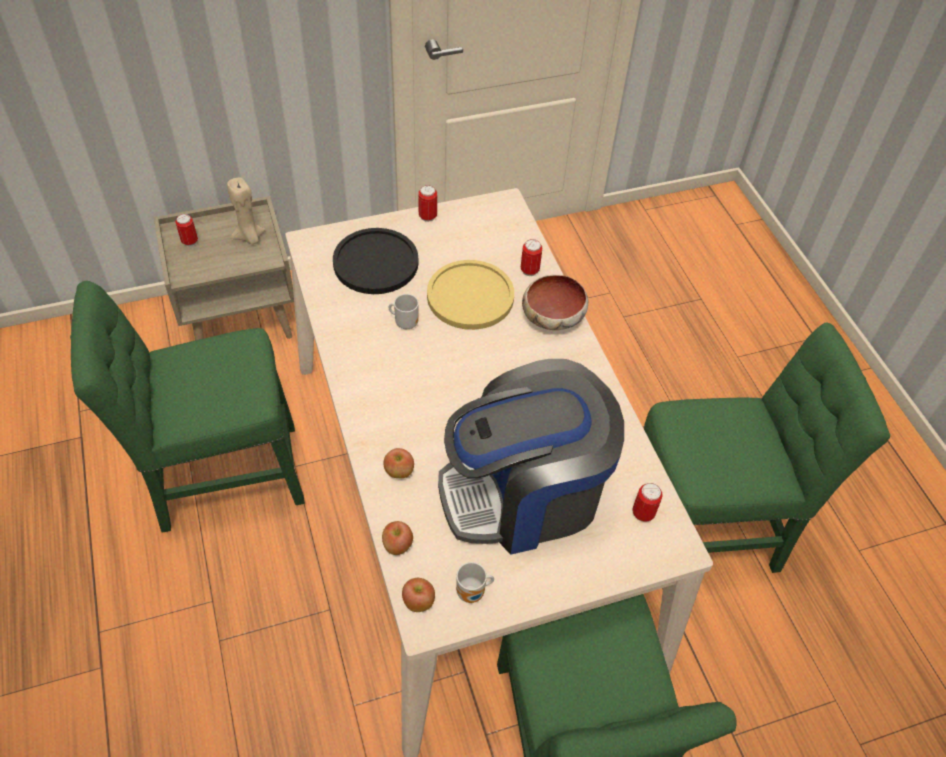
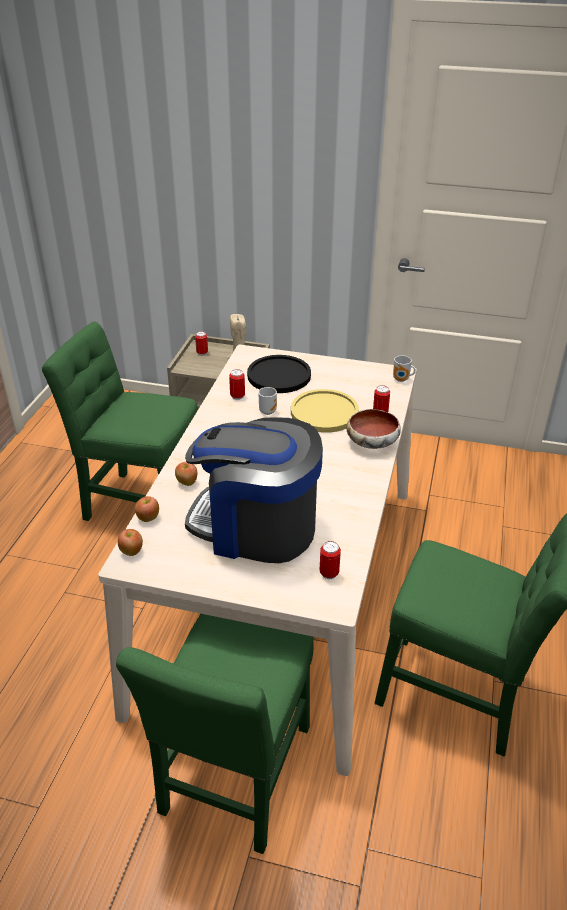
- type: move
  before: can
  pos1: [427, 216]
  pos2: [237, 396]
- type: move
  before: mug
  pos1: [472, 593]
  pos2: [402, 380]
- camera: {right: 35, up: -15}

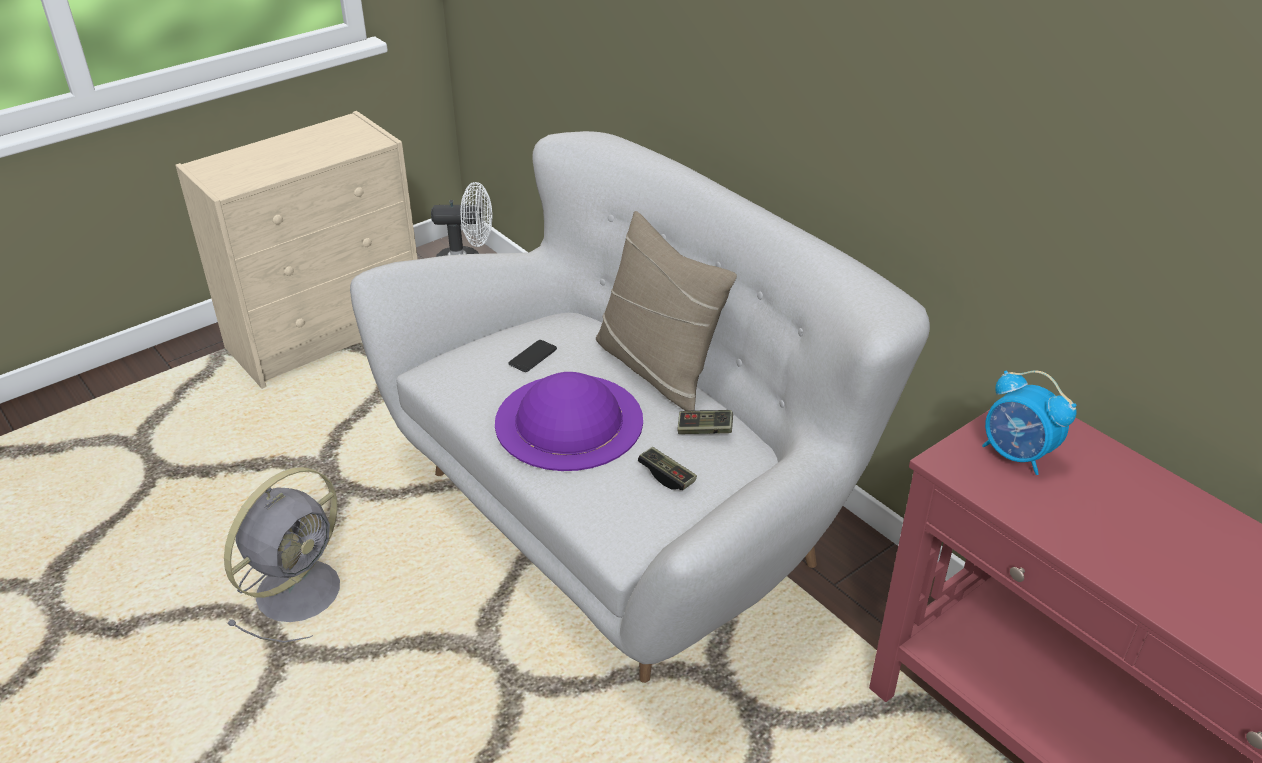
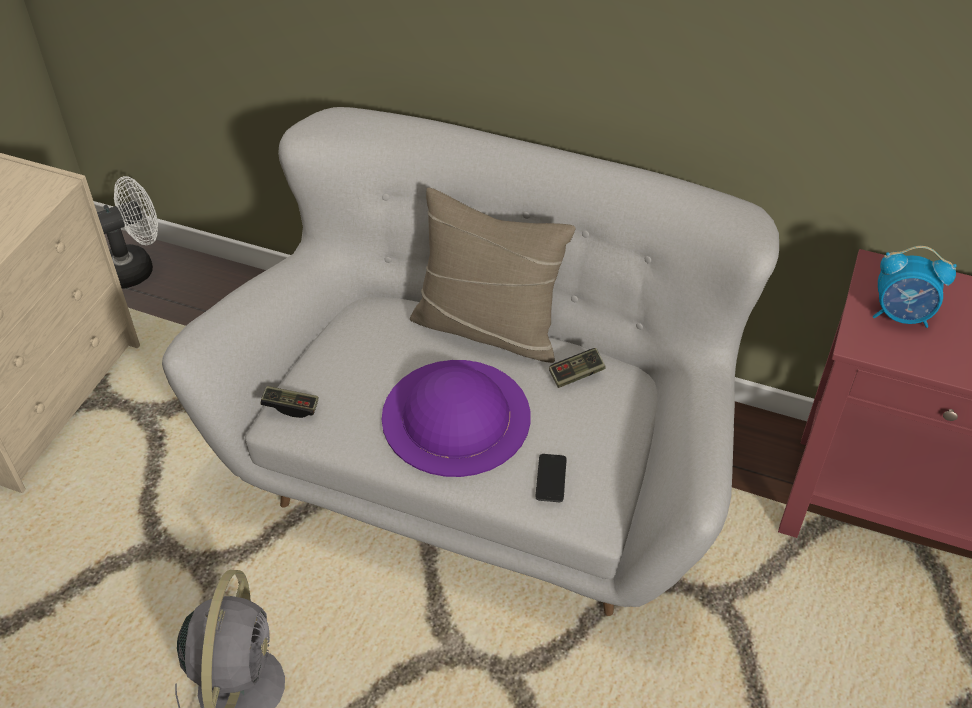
- type: move
  before: phone
  pos1: [533, 357]
  pos2: [551, 478]
- type: move
  before: game controller
  pos1: [667, 476]
  pos2: [291, 407]
- camera: {right: -30, up: 10}

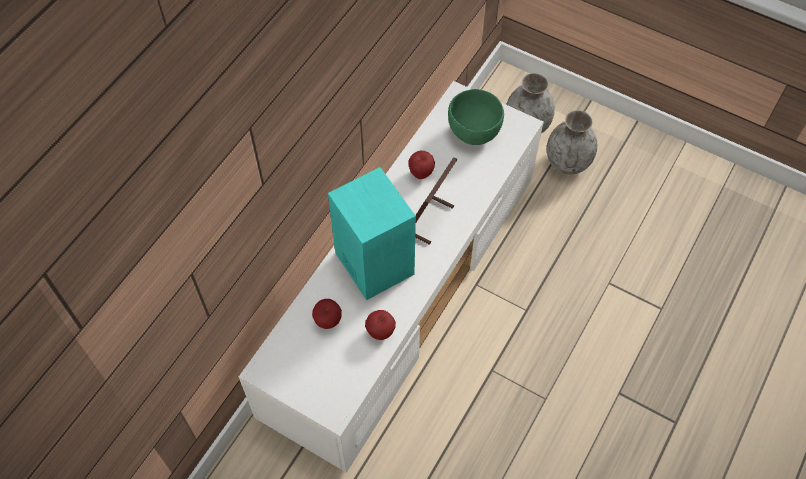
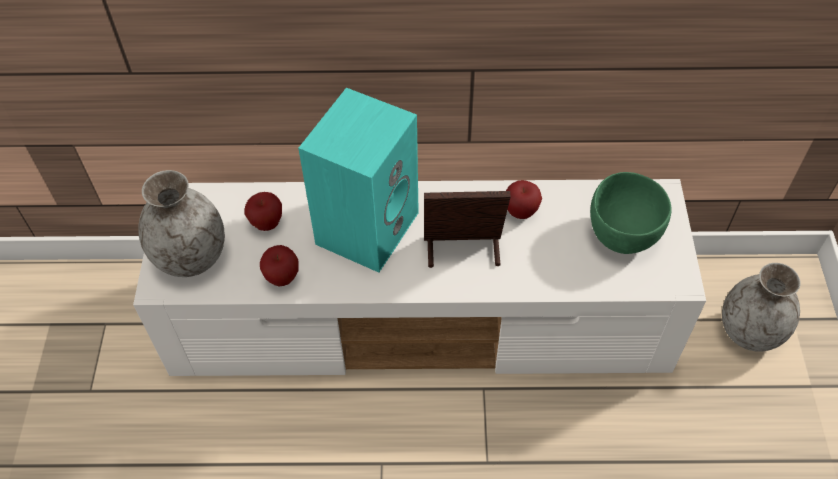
- type: move
  before: grey vase
  pos1: [567, 162]
  pos2: [190, 256]
- camera: {right: 60, up: -5}

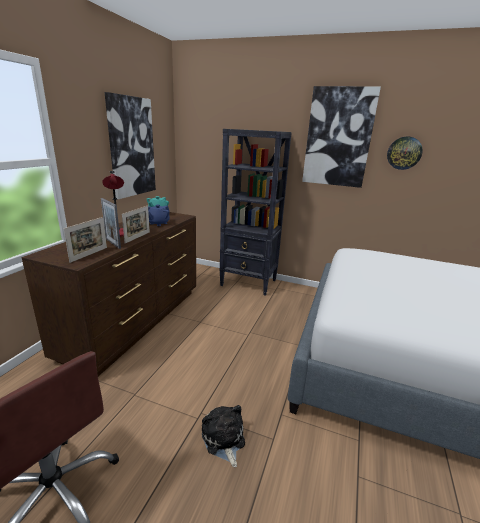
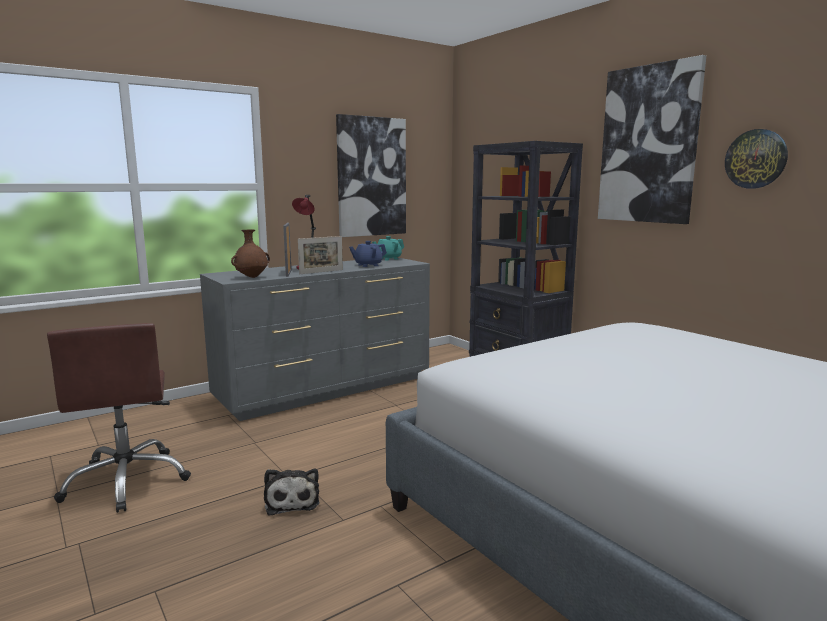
- type: recolor
  before: brown dresser
  after: grey dresser
  pos1: [137, 321]
  pos2: [327, 389]
- type: replace
  before: picture frame
  after: brown vase
  pos1: [89, 254]
  pos2: [252, 277]
- type: rotate
  before: plush toy
  pos1: [223, 439]
  pos2: [292, 501]
  turn: 150
- camera: {right: 35, up: -10}

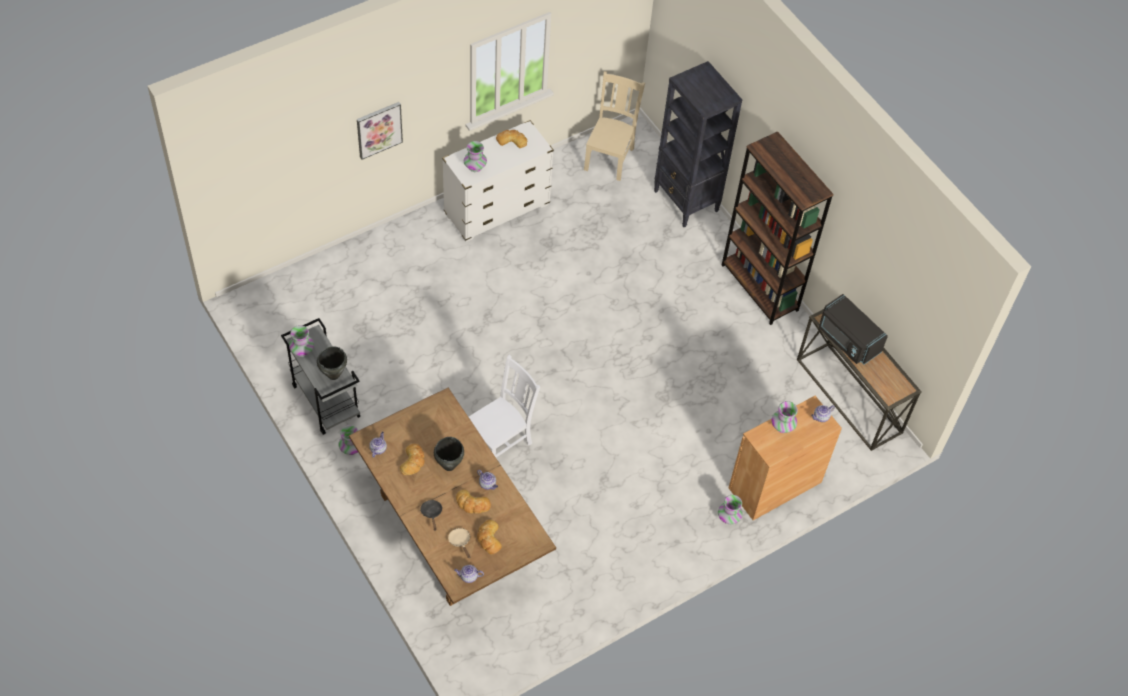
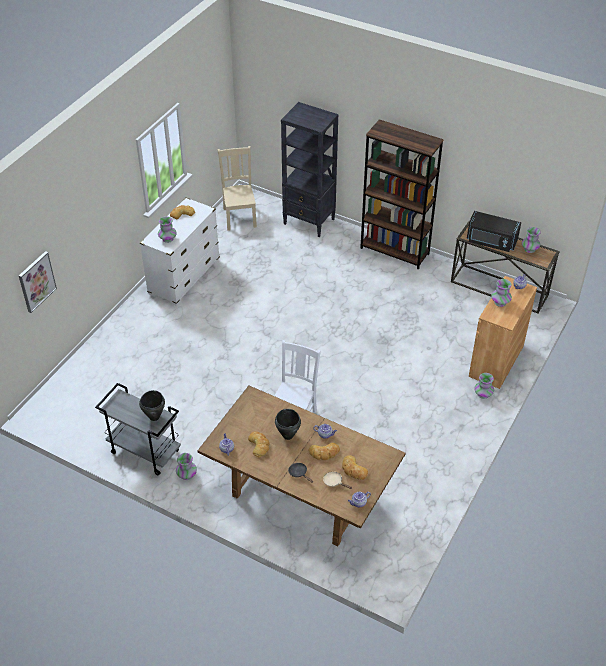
- type: move
  before: picture
  pos1: [379, 129]
  pos2: [36, 281]
- type: move
  before: vase
  pos1: [302, 350]
  pos2: [529, 249]
- camera: {right: -25, up: -10}

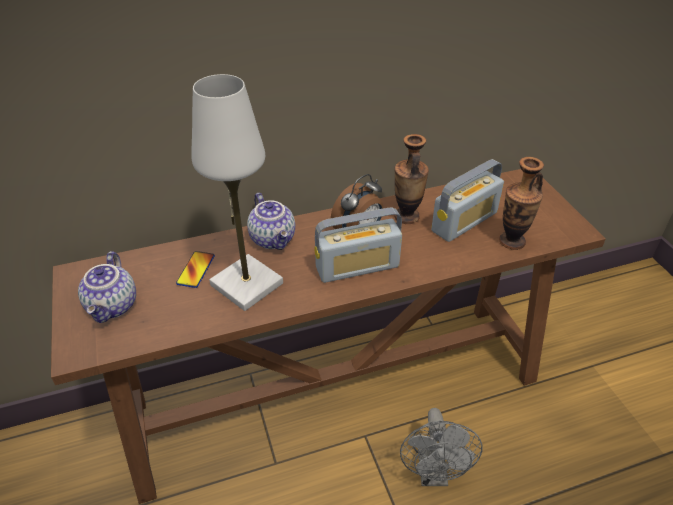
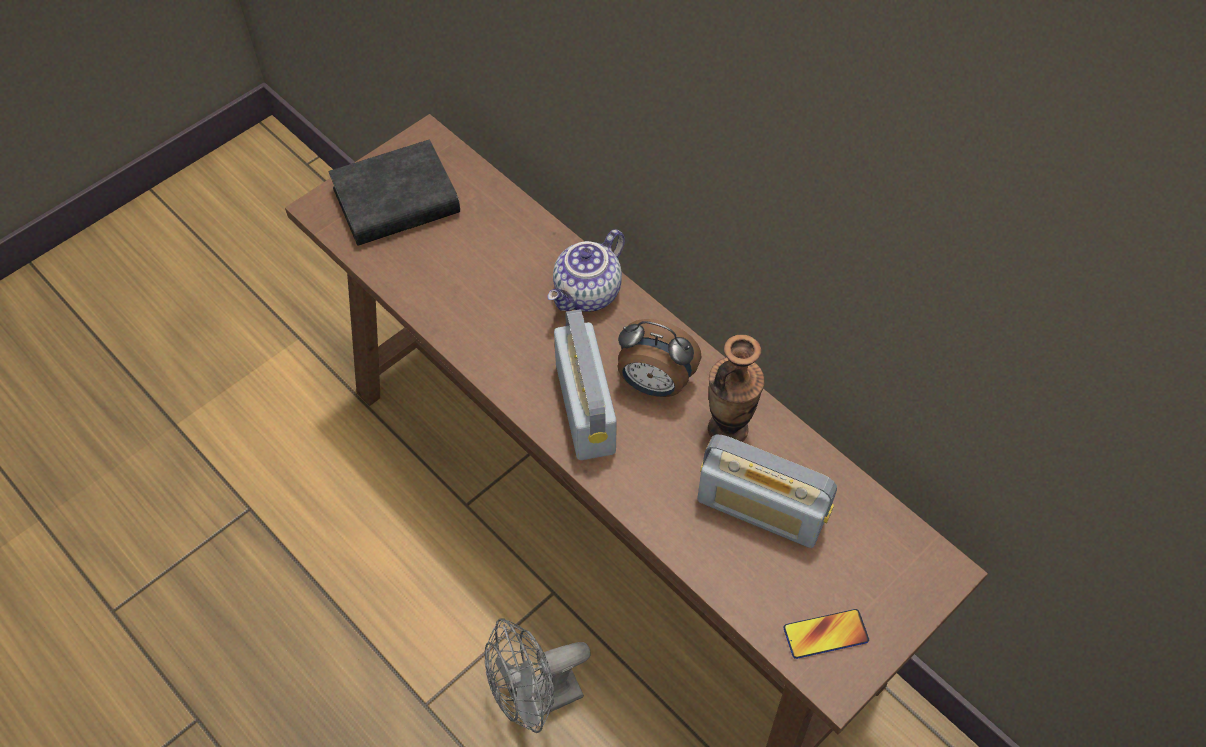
- type: delete
  before: white table lamp
  pos1: [246, 284]
- type: delete
  before: vase
  pos1: [511, 241]
- type: rotate
  before: radio
  pos1: [357, 267]
  pos2: [585, 408]
  turn: -150
- type: replace
  before: teapot
  after: black book
  pos1: [114, 306]
  pos2: [396, 201]
- type: move
  before: phone
  pos1: [196, 270]
  pos2: [825, 634]
- camera: {right: 65, up: 15}

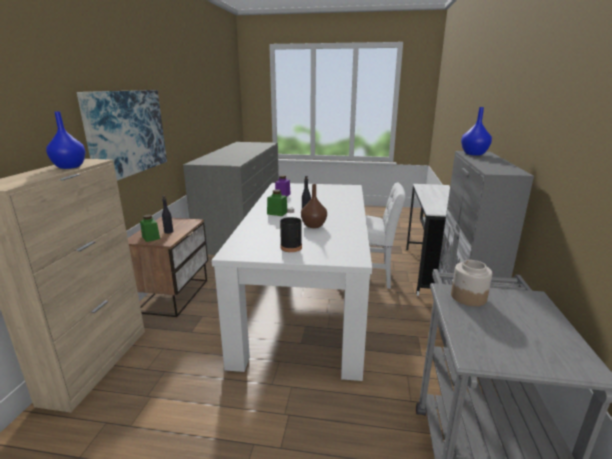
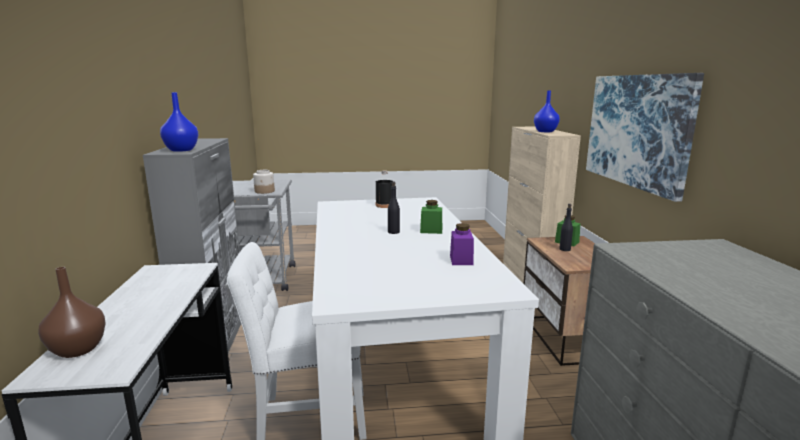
- type: move
  before: brown vase
  pos1: [314, 226]
  pos2: [77, 349]
- camera: {right: 165, up: -5}

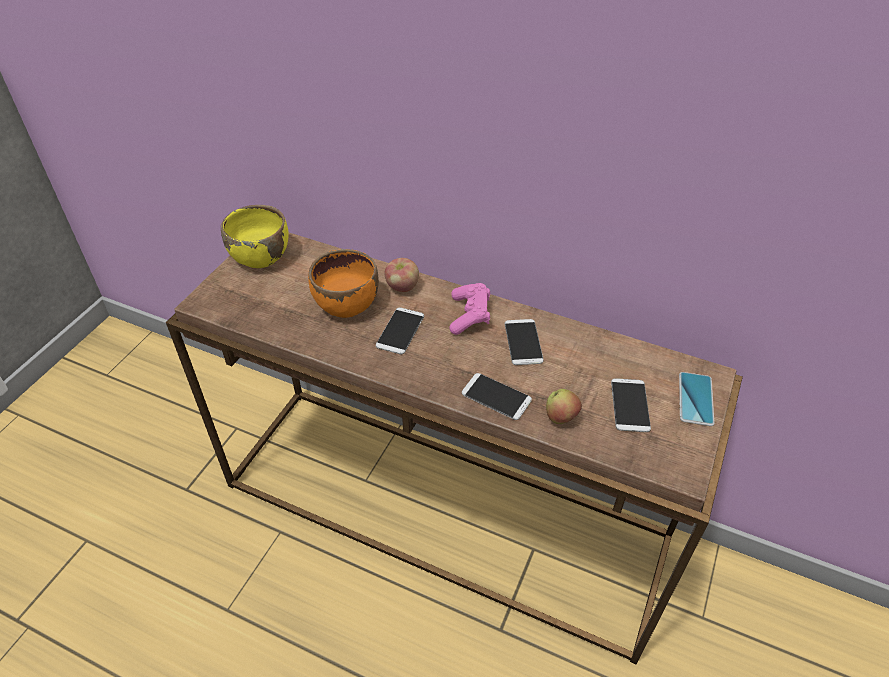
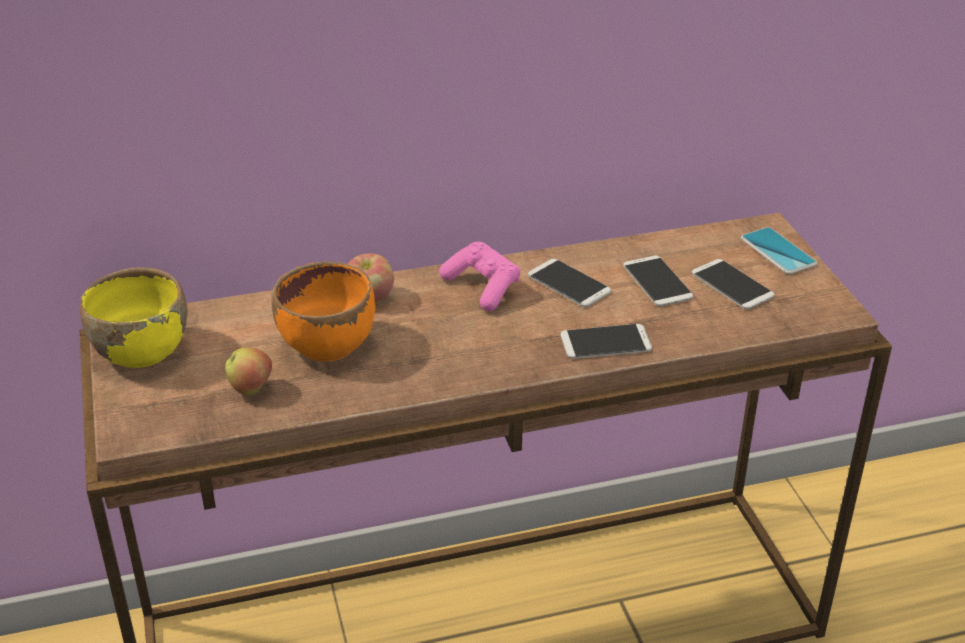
- type: move
  before: phone
  pos1: [400, 331]
  pos2: [657, 282]
- type: move
  before: apple
  pos1: [561, 417]
  pos2: [251, 389]
- camera: {right: -40, up: -10}

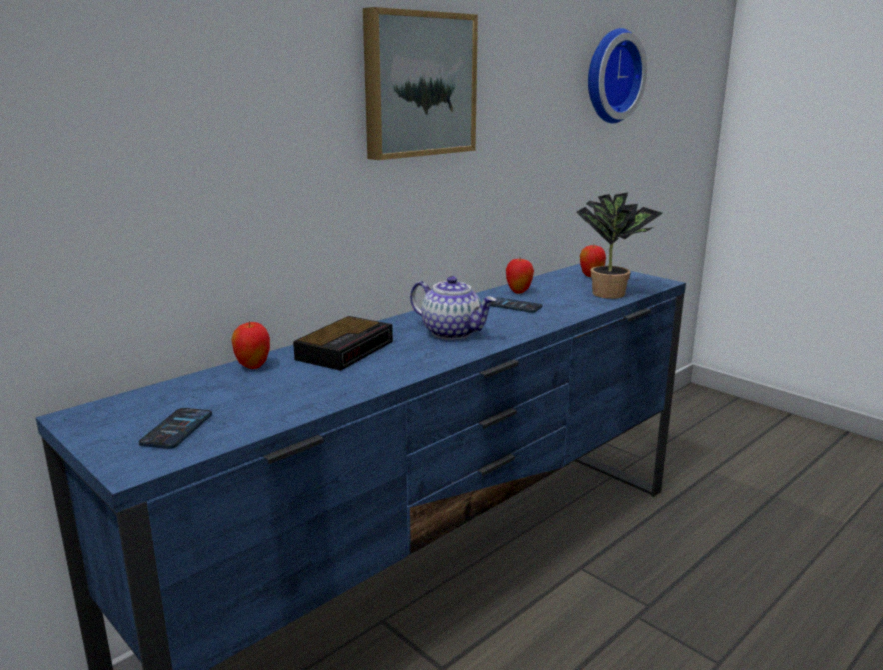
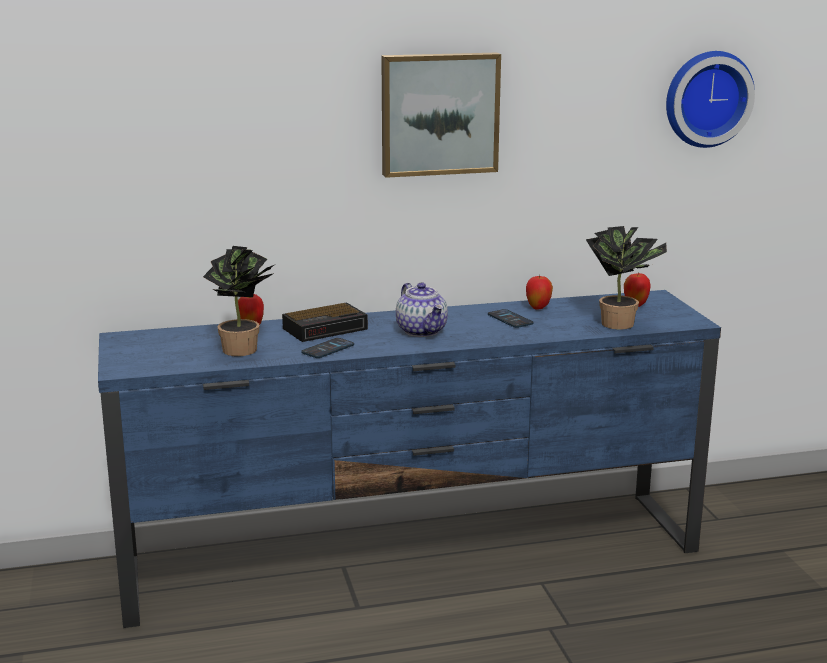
- type: move
  before: phone
  pos1: [177, 429]
  pos2: [328, 349]
- type: insert
  after: potted plant
  pos2: [244, 351]
- camera: {right: 30, up: 0}

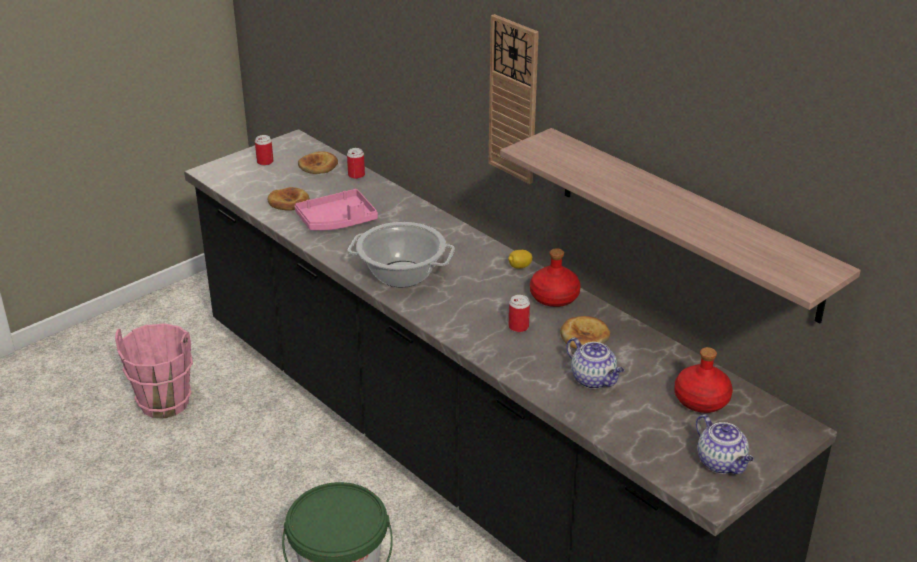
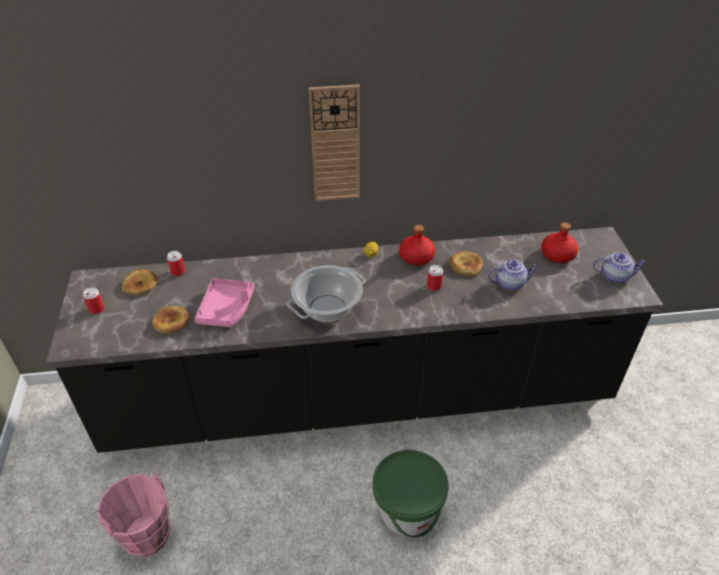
- type: delete
  before: shelf
  pos1: [686, 222]
- camera: {right: -55, up: 10}

